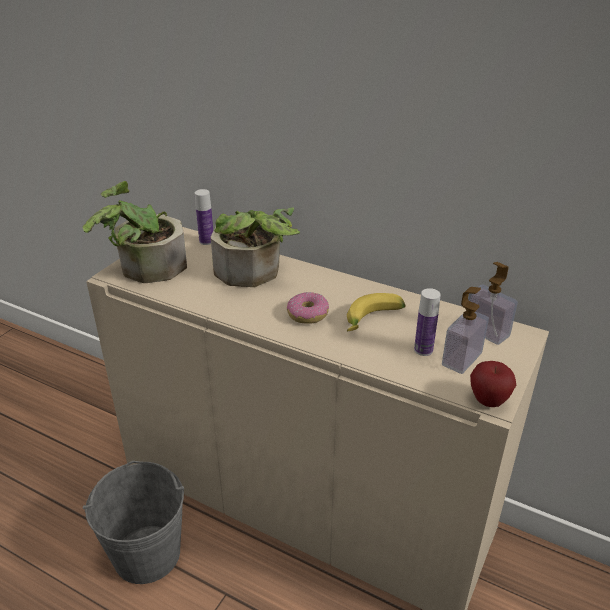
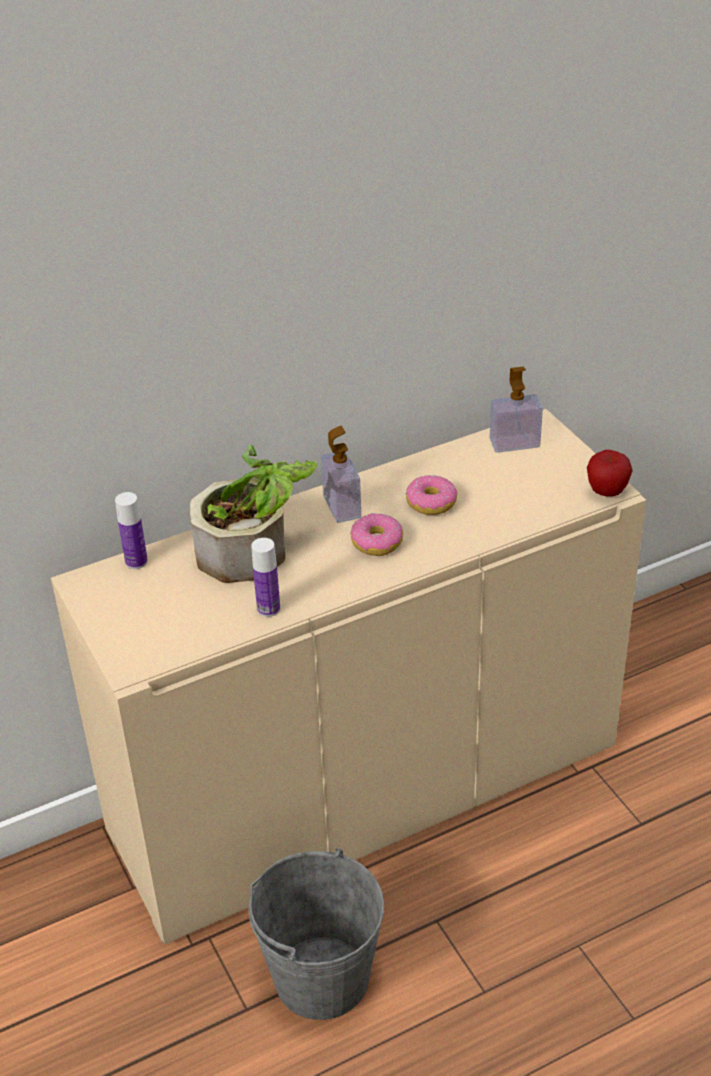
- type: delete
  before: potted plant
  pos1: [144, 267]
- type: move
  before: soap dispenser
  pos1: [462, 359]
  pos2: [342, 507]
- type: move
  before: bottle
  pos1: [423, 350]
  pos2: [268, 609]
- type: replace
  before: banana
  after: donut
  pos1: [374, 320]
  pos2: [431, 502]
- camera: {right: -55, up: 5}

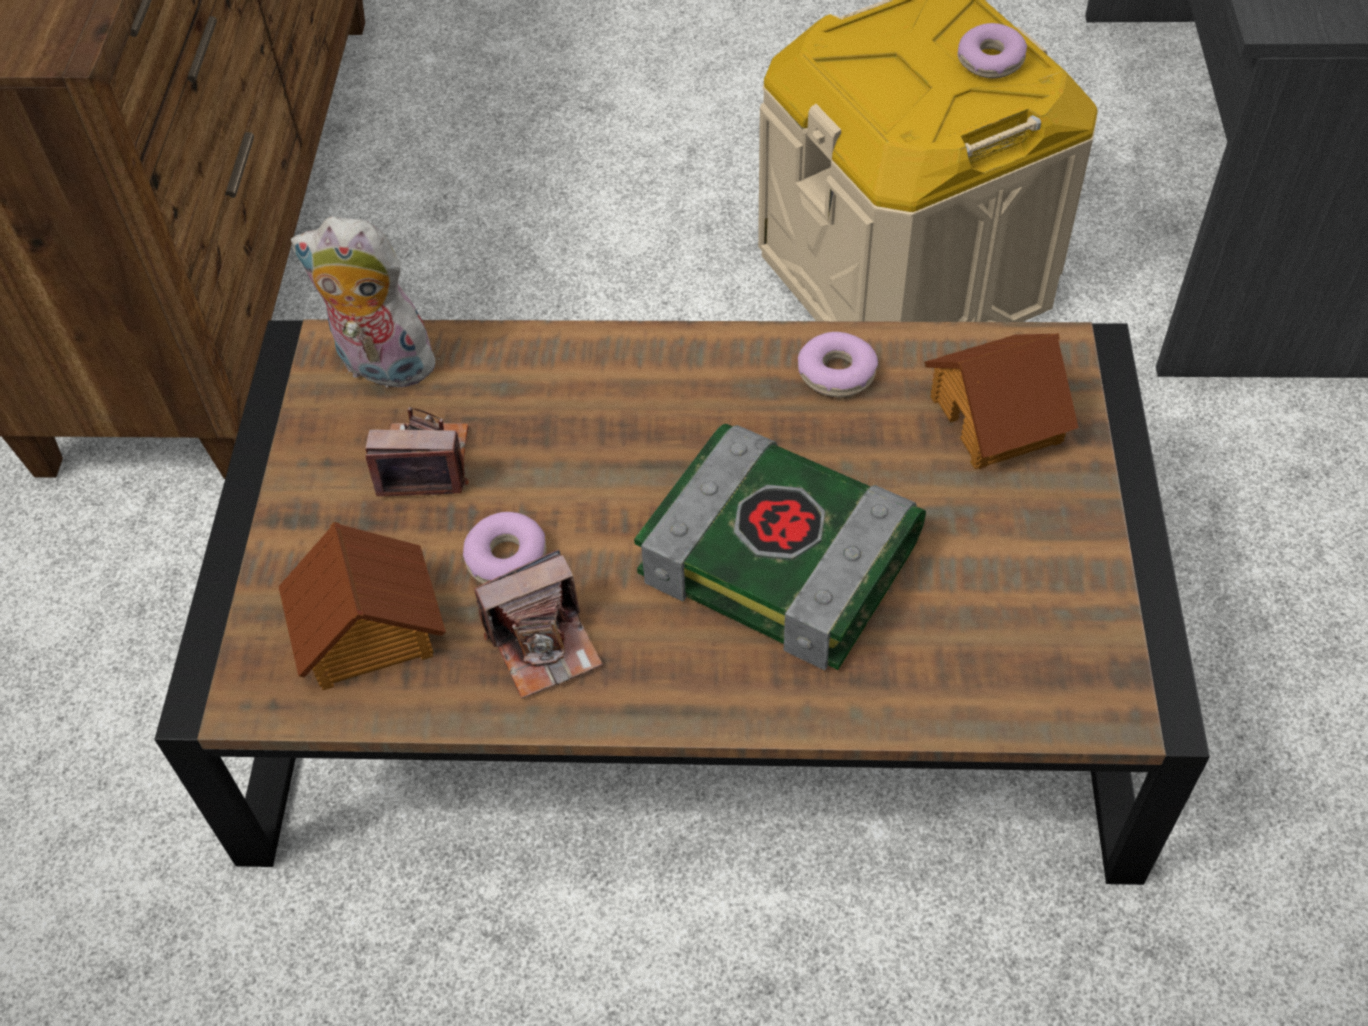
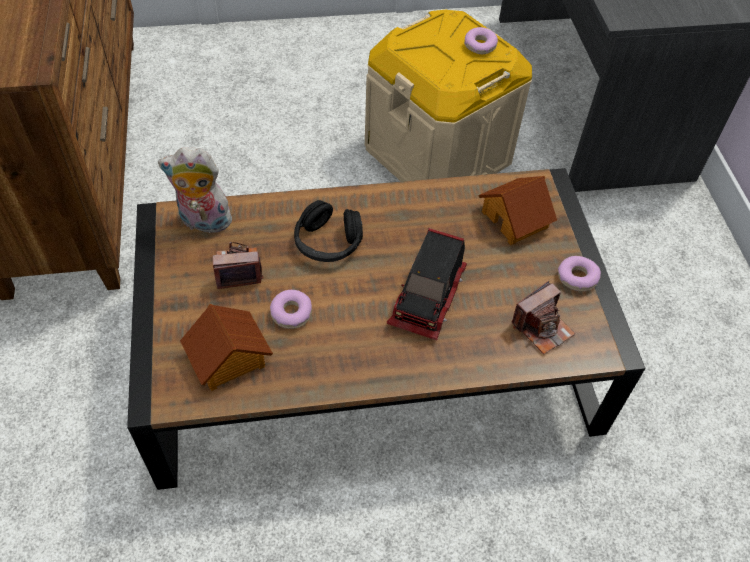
- type: move
  before: donut
  pos1: [836, 373]
  pos2: [577, 277]
- type: replace
  before: book
  after: toy truck
  pos1: [784, 558]
  pos2: [429, 298]
- type: move
  before: photo camera
  pos1: [544, 644]
  pos2: [542, 328]
- type: insert
  after: black headphones
  pos2: [328, 242]
- camera: {right: -15, up: 0}

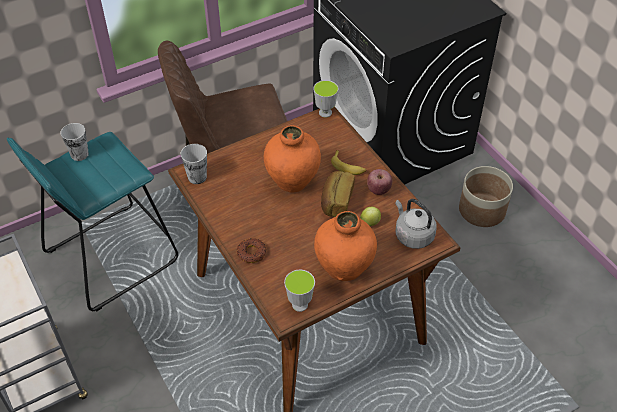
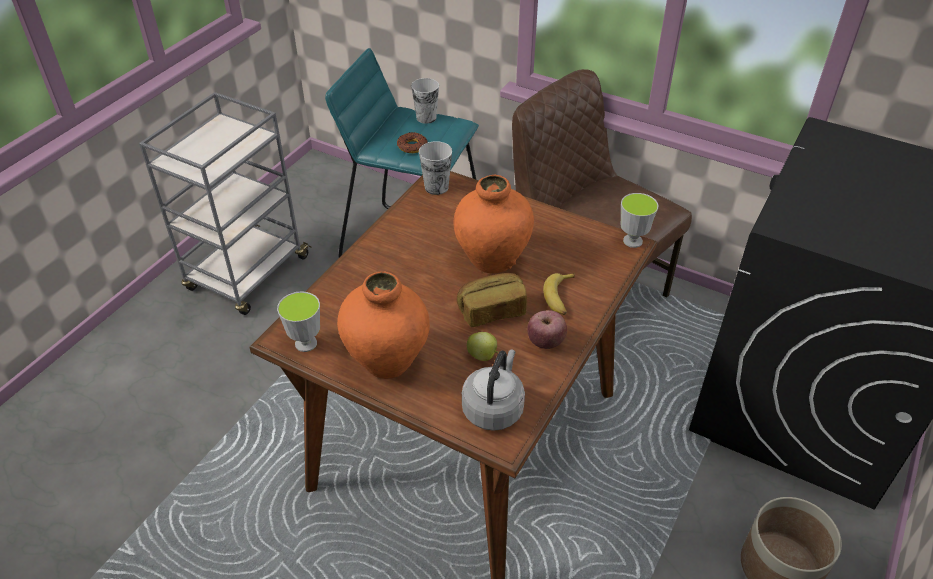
- type: move
  before: donut
  pos1: [251, 253]
  pos2: [412, 146]
- camera: {right: 60, up: -5}

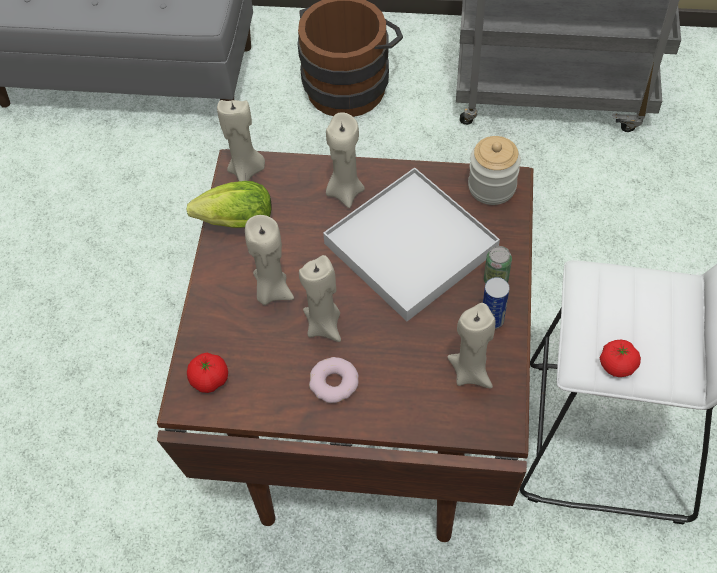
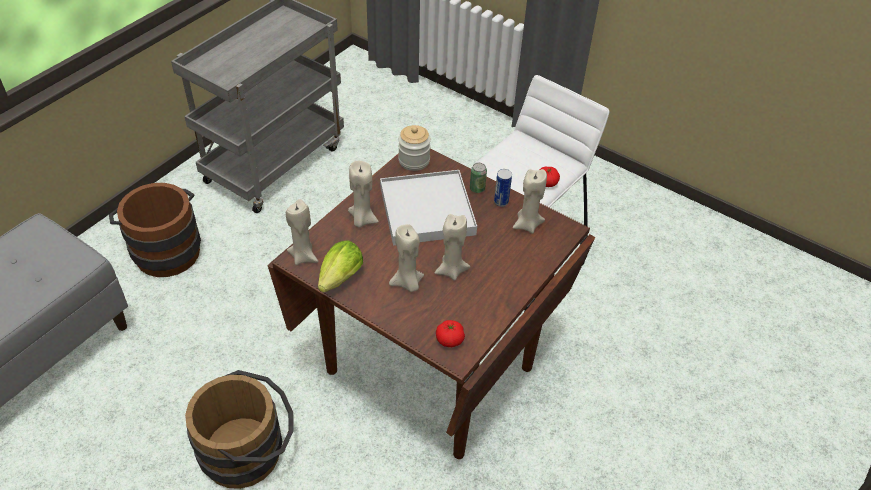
- type: delete
  before: donut
  pos1: [334, 383]
- type: insert
  after: brown bucket
  pos2: [250, 452]
- camera: {right: -65, up: -10}

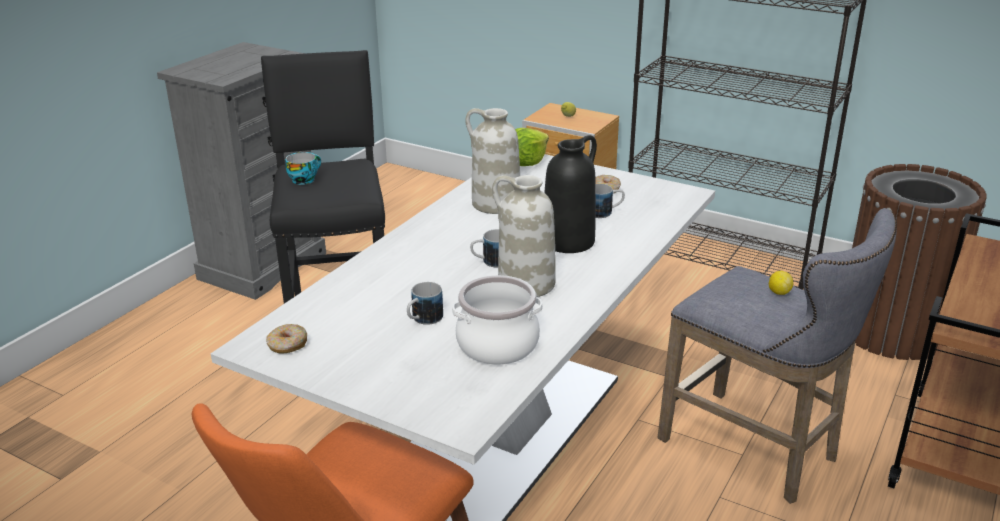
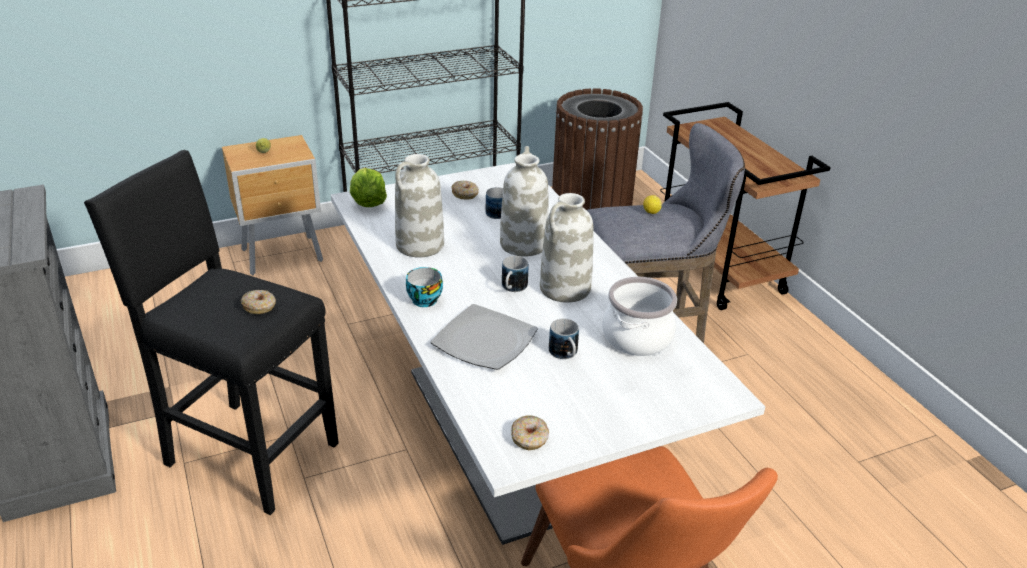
- type: recolor
  before: black vase
  after: white vase
  pos1: [568, 241]
  pos2: [523, 244]
- type: move
  before: cup
  pos1: [304, 179]
  pos2: [423, 299]
- type: insert
  after: donut
  pos2: [259, 306]
- type: insert
  after: plate
  pos2: [485, 341]
- camera: {right: -55, up: 5}

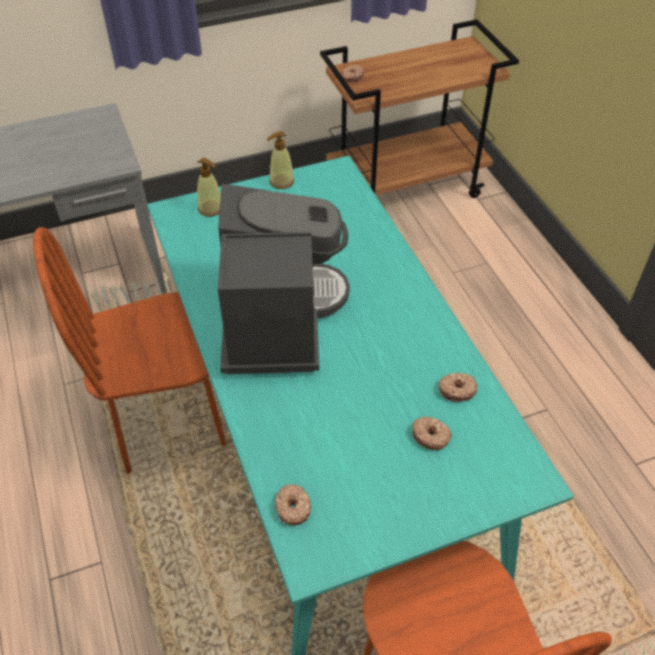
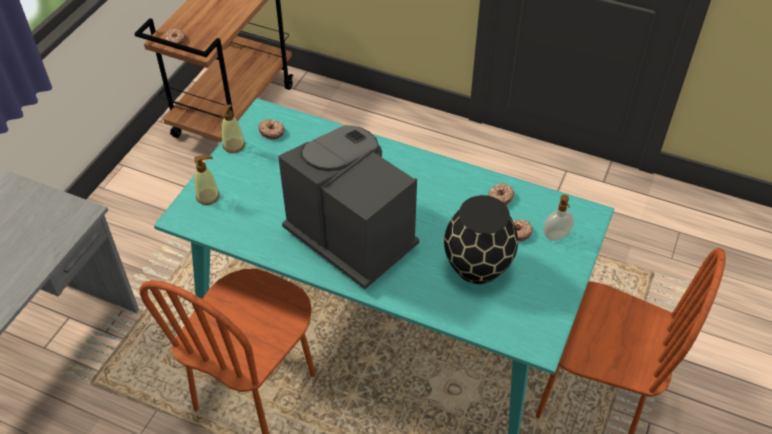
- type: move
  before: donut
  pos1: [293, 508]
  pos2: [272, 132]
- type: insert
  after: black vase
  pos2: [476, 266]
- type: insert
  after: soap dispenser
  pos2: [556, 236]
- camera: {right: -45, up: 0}

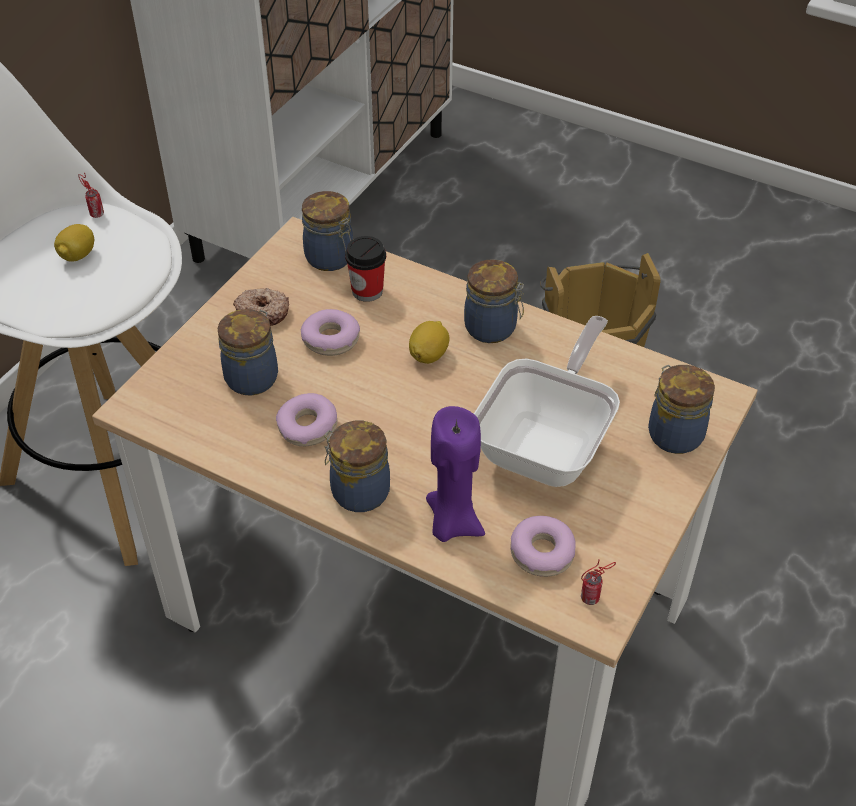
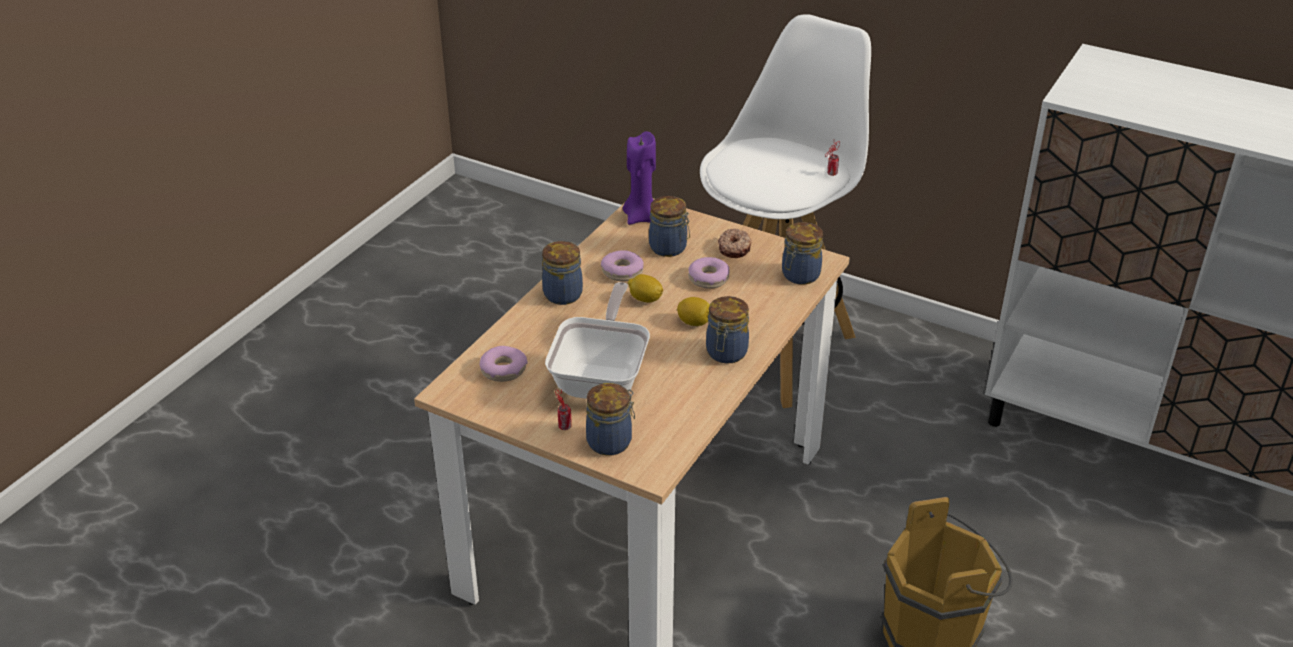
- type: move
  before: lemon
  pos1: [78, 255]
  pos2: [645, 299]
- type: delete
  before: cup
  pos1: [367, 291]
- type: rotate
  before: frying pan
  pos1: [548, 443]
  pos2: [603, 377]
  turn: -105
- type: move
  before: purple candle
  pos1: [452, 523]
  pos2: [640, 217]
- type: move
  before: can
  pos1: [592, 597]
  pos2: [565, 428]
- camera: {right: 90, up: -10}

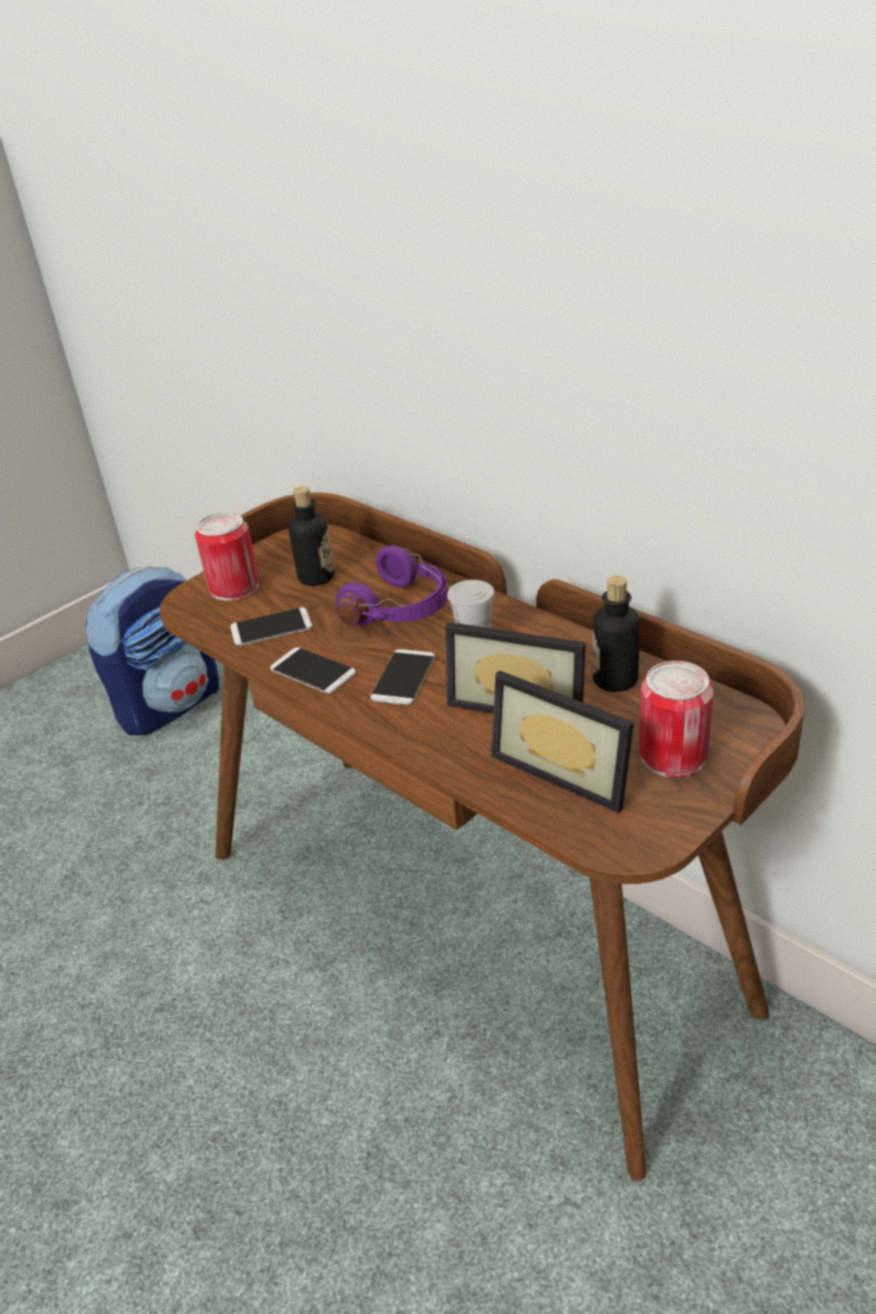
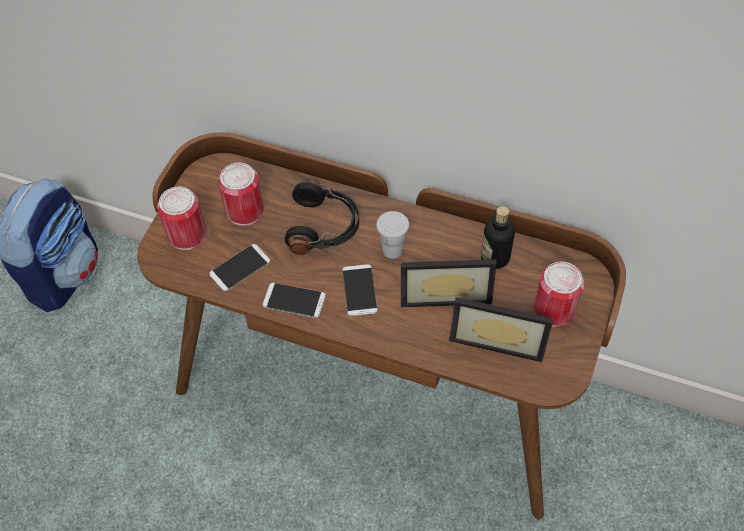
- type: replace
  before: bottle
  after: can
  pos1: [316, 577]
  pos2: [245, 211]
- type: recolor
  before: purple headphones
  after: black headphones
  pos1: [401, 608]
  pos2: [324, 227]
- camera: {right: -25, up: 20}

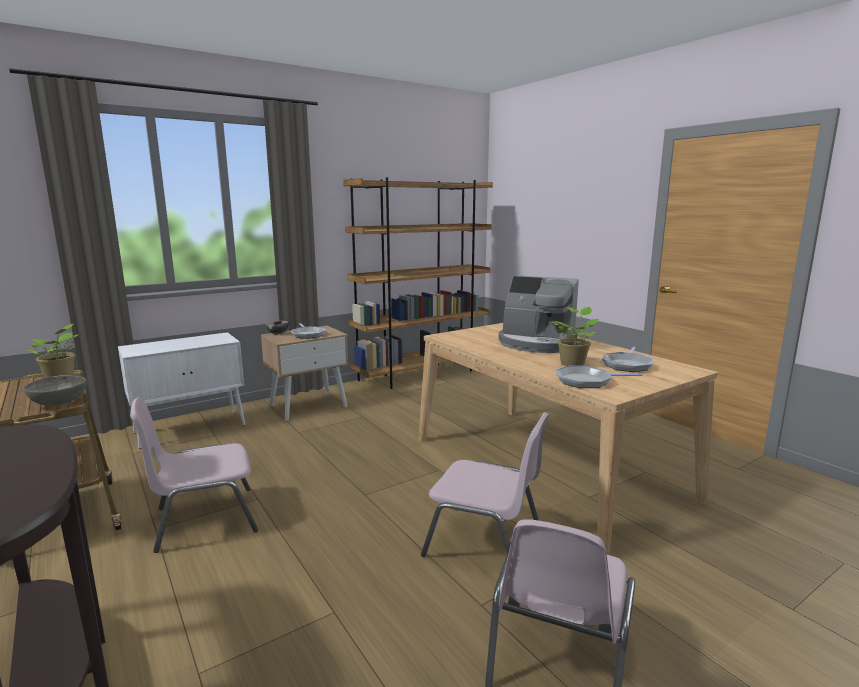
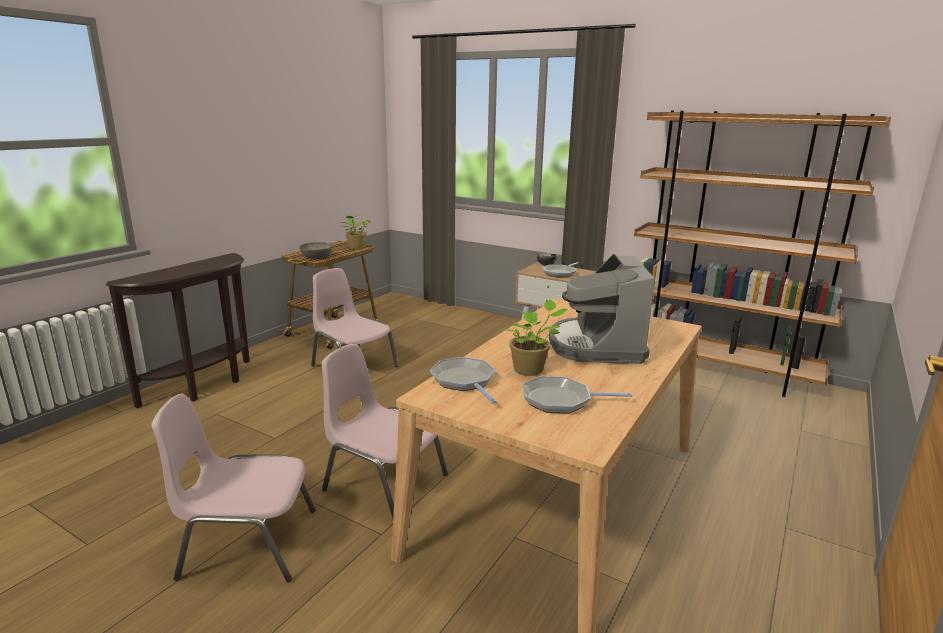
- type: delete
  before: white cabinet
  pos1: [191, 428]
- type: rotate
  before: pink chair
  pos1: [485, 543]
  pos2: [383, 482]
  turn: 120
- camera: {right: 65, up: 5}

